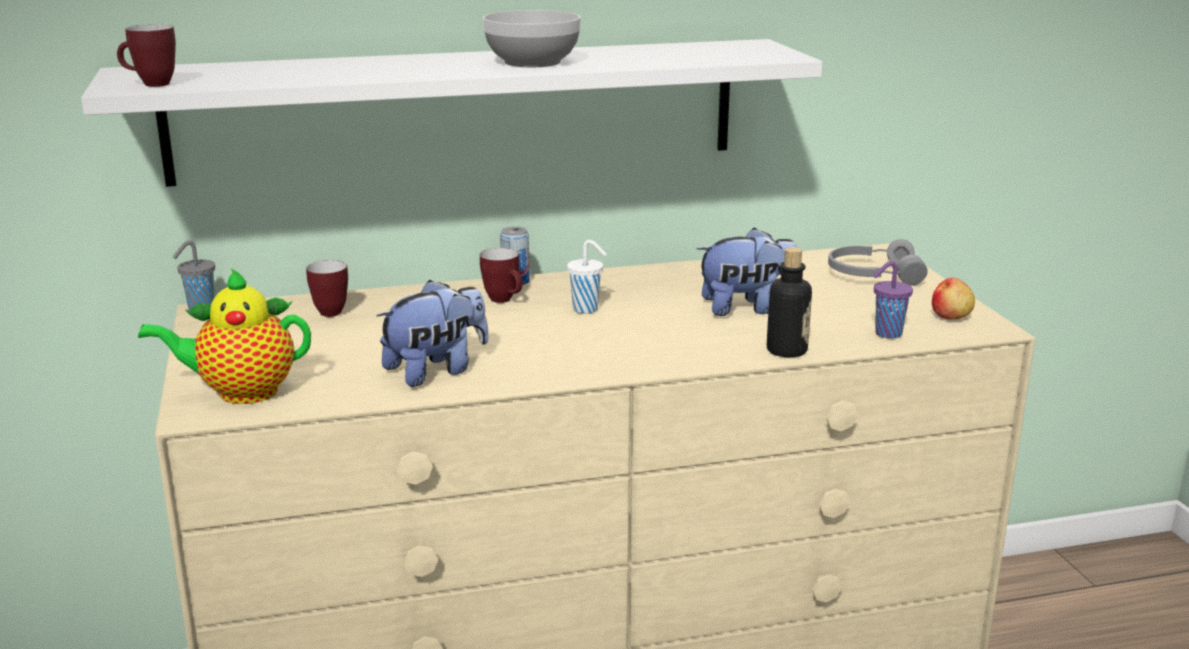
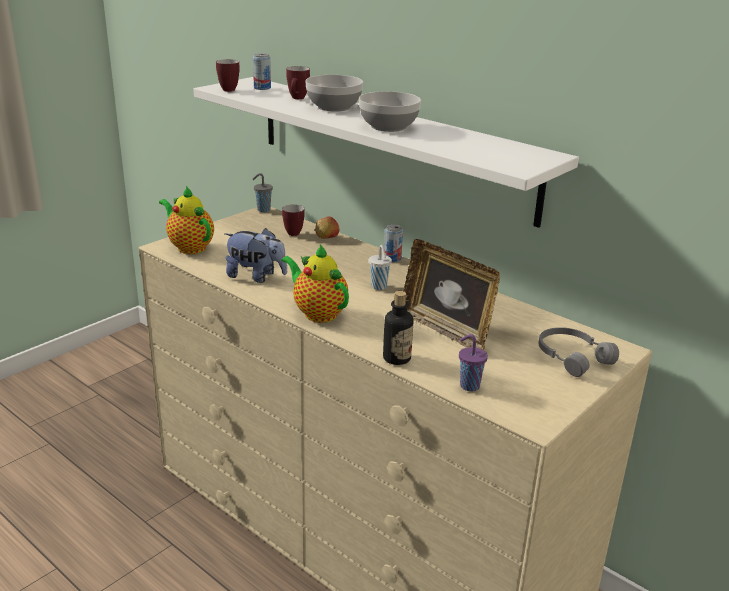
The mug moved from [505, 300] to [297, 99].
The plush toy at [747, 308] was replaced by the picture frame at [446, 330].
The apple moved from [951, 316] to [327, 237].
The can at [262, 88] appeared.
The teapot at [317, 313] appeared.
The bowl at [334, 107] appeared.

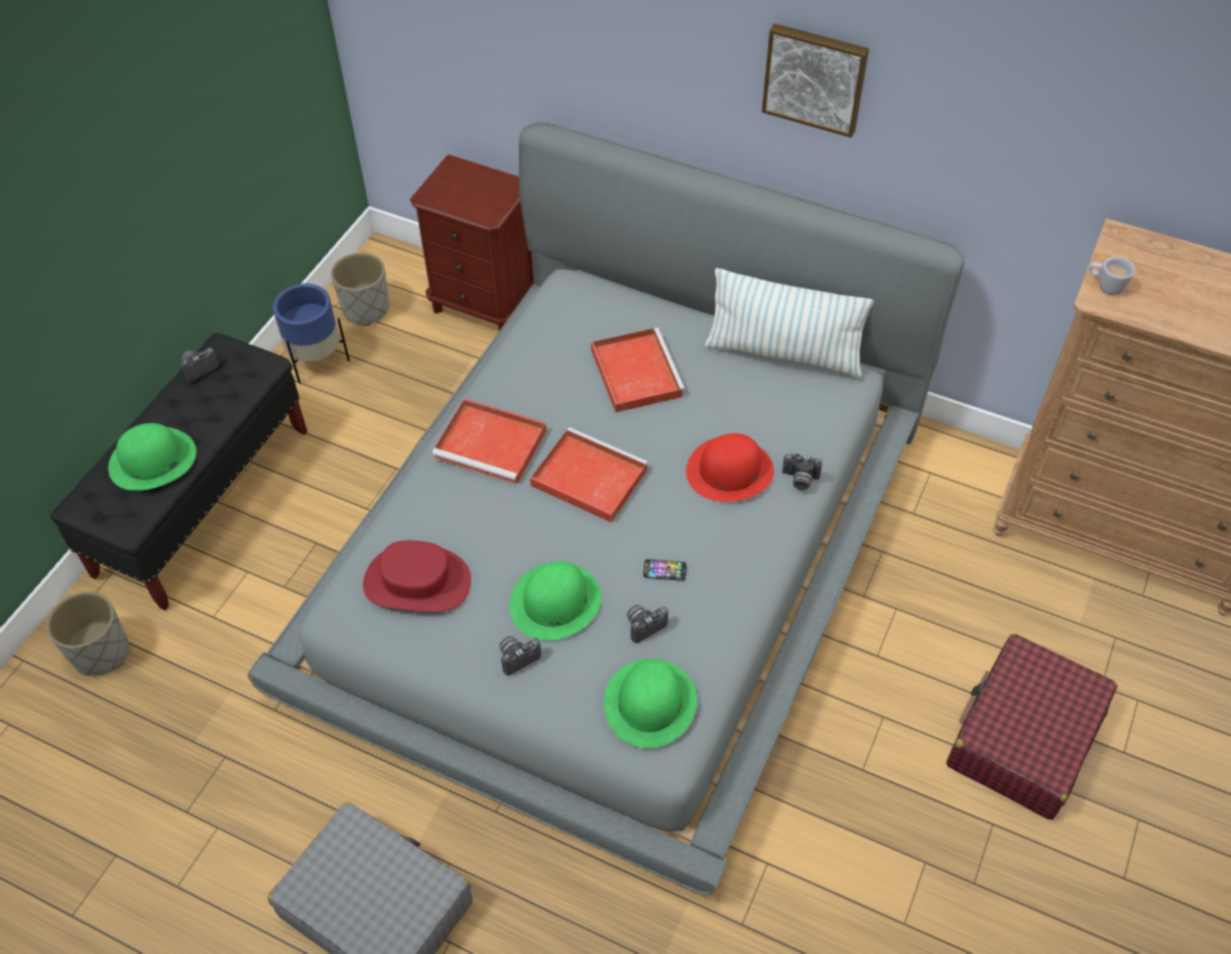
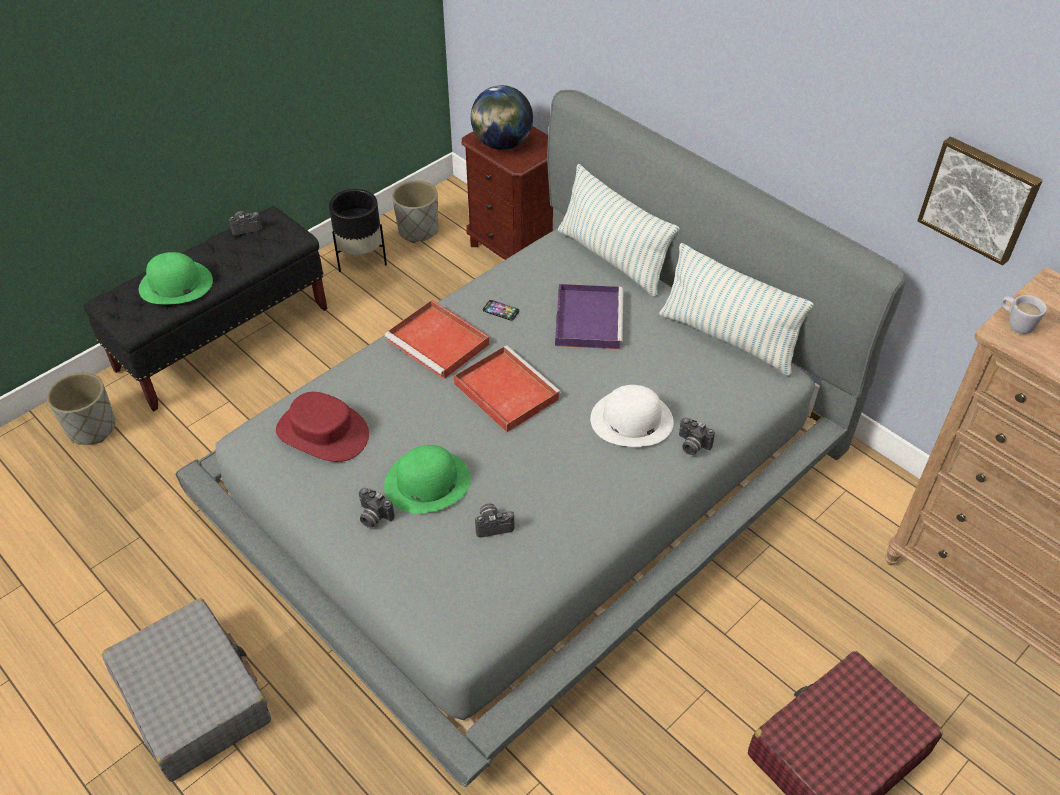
The blue planter at [317, 361] became the black planter at [361, 259].
The photo camera at [517, 657] turned 135 degrees counterclockwise.
The red tray at [635, 371] became the purple tray at [588, 318].
The green hat at [650, 702] disappeared.
The phone moved from [664, 570] to [501, 311].
The red hat at [729, 471] became the white hat at [631, 420].
The picture moved from [815, 78] to [979, 198].
The globe at [502, 144] appeared.
The pillow at [612, 258] appeared.

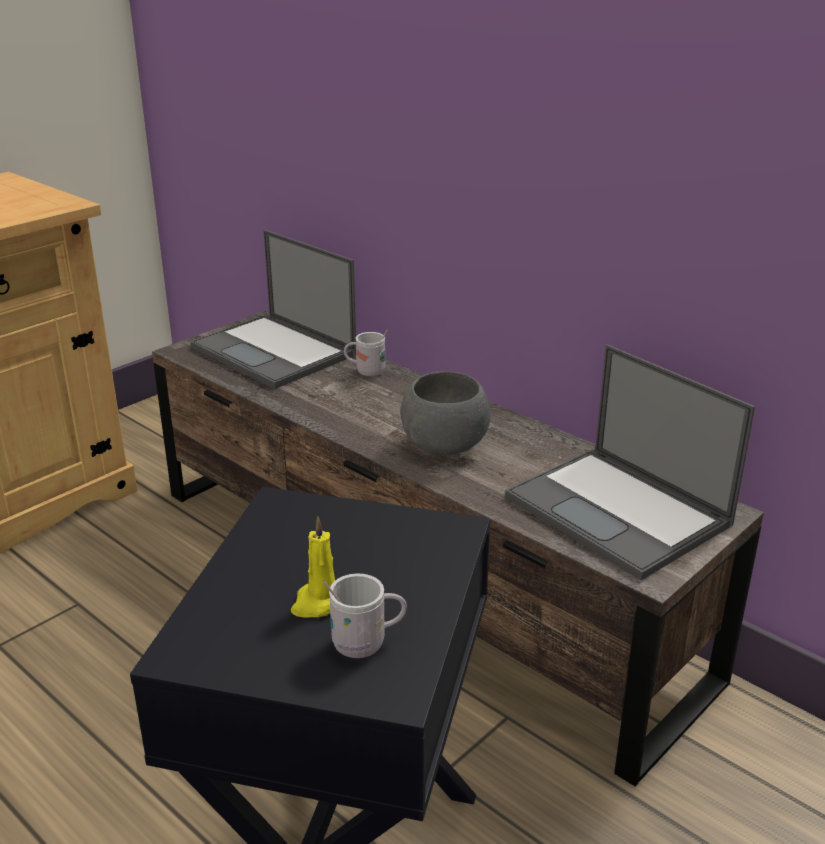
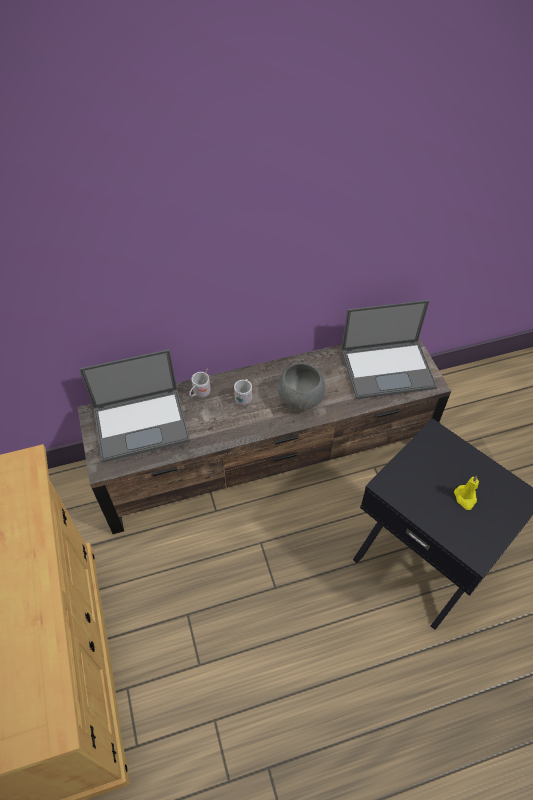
The white mug moved from [367, 643] to [244, 398].

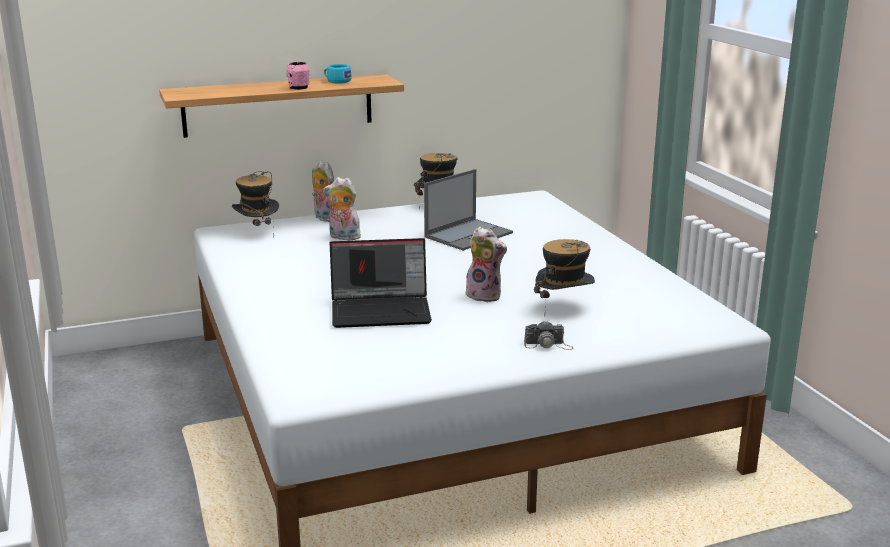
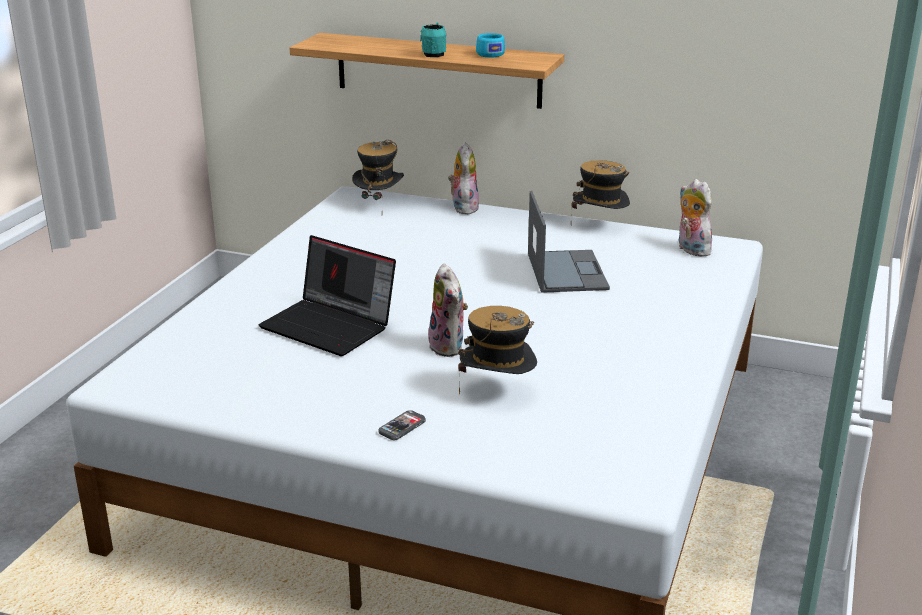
The pink mug at [297, 87] became the turquoise mug at [434, 54].
The plush toy moved from [343, 237] to [691, 250].
The laptop at [469, 235] turned 90 degrees counterclockwise.
The photo camera at [548, 345] was replaced by the phone at [402, 427].

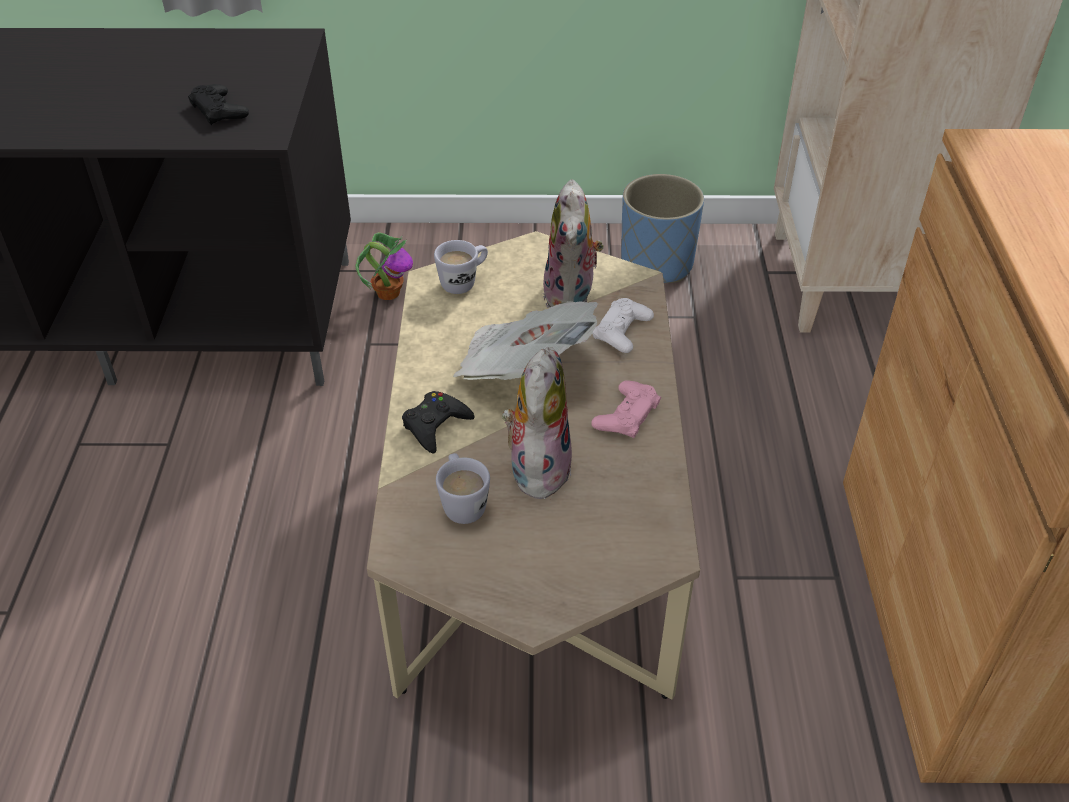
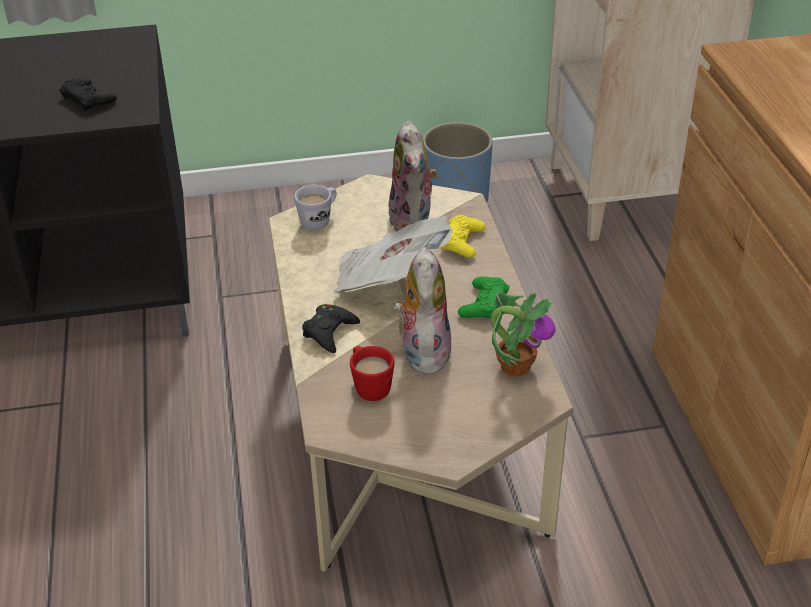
The potted plant moved from [388, 292] to [515, 365].
The white mug at [462, 503] became the red mug at [369, 386].
The pink game controller at [626, 415] became the green game controller at [483, 304].
The white game controller at [622, 331] became the yellow game controller at [462, 241].

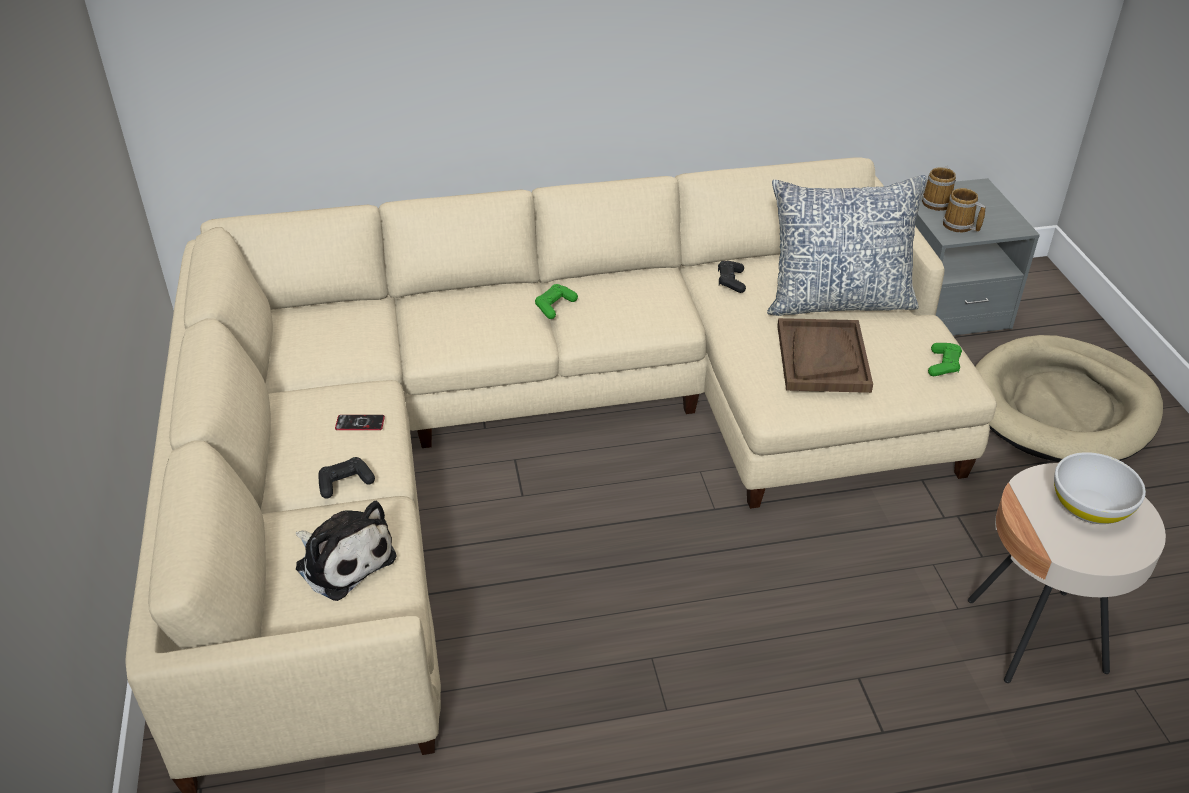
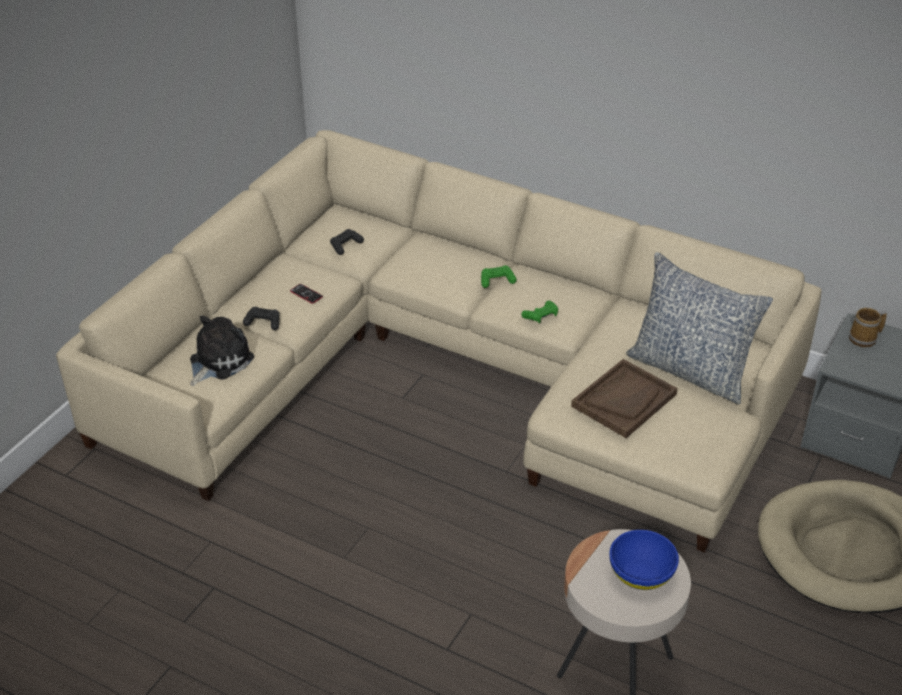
The plush toy at [343, 560] turned 135 degrees counterclockwise.
The black game controller moved from [731, 281] to [345, 245].
The green game controller moved from [943, 365] to [541, 316].
The mug at [959, 226] disappeared.
The white bowl at [1090, 506] became the blue bowl at [641, 574].

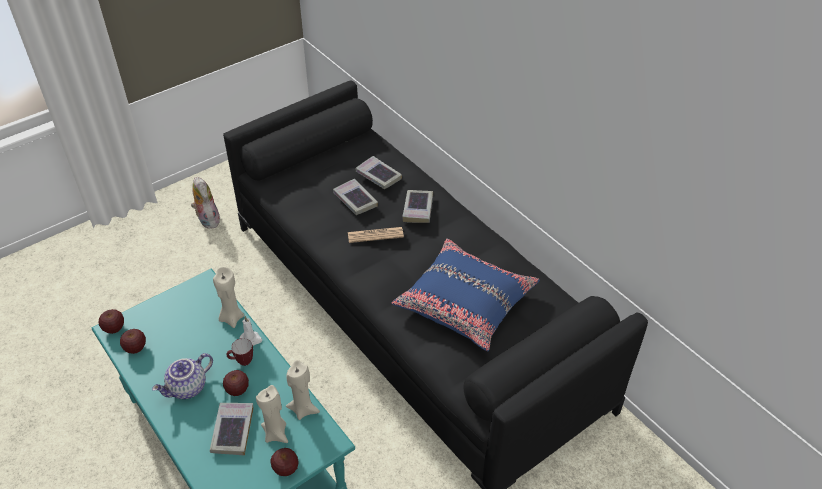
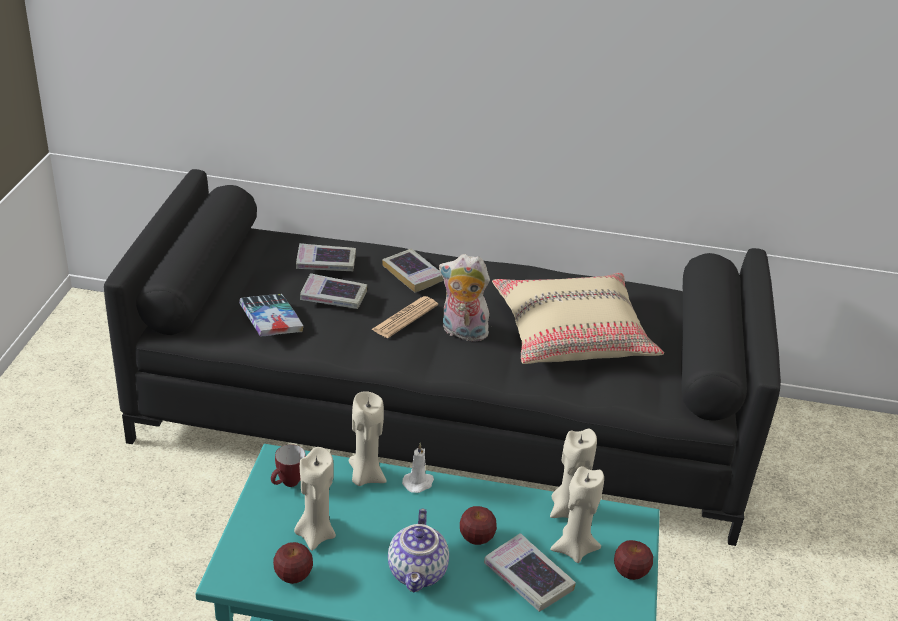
The apple at [114, 328] disappeared.
The plush toy moved from [207, 220] to [462, 333].
The mug moved from [242, 362] to [287, 484].
The blue pillow at [465, 302] became the beige pillow at [572, 333].
The book at [271, 320] appeared.
The beige candle at [315, 534] appeared.

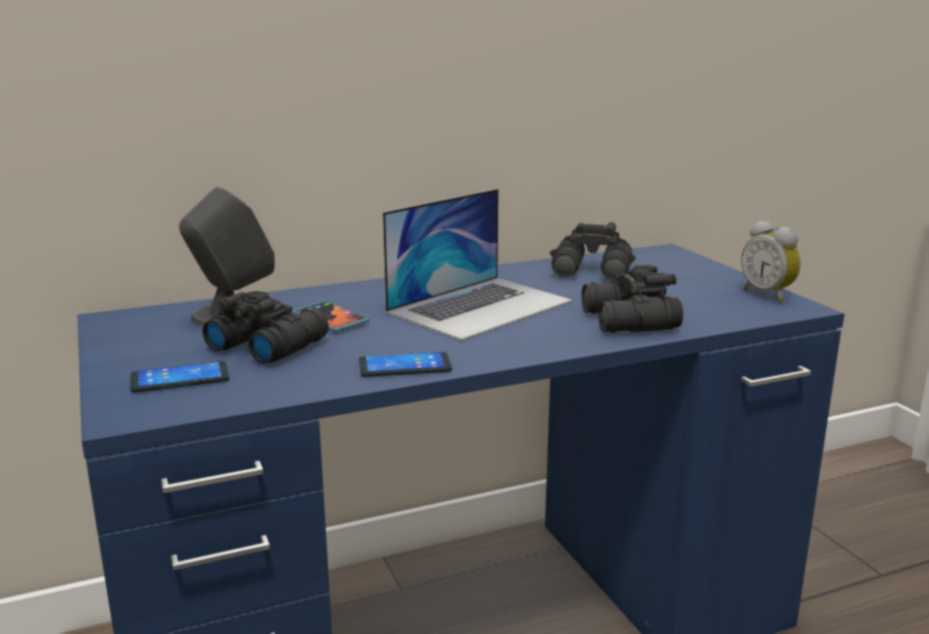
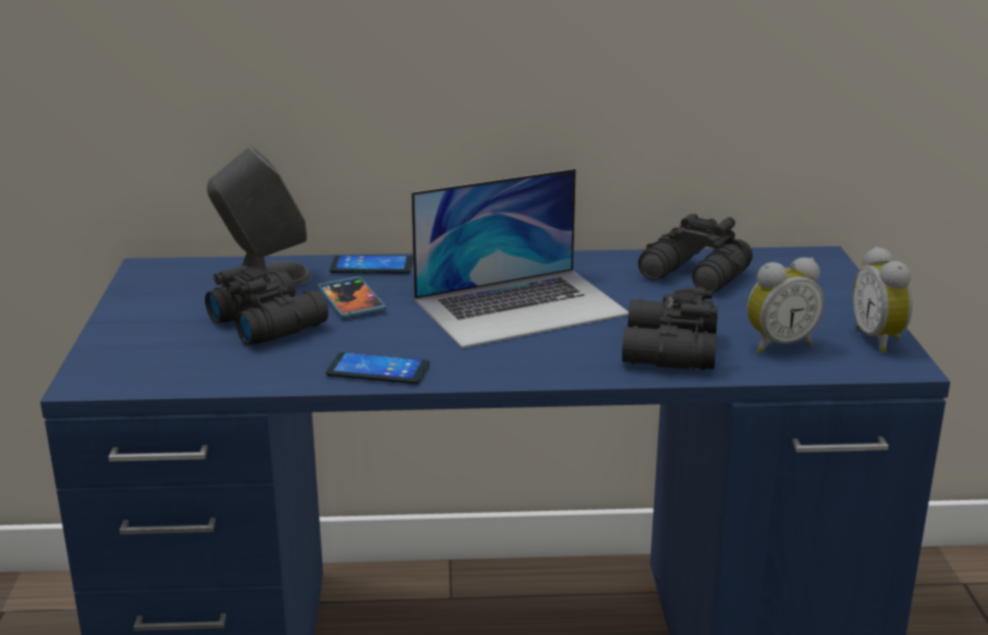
The phone moved from [180, 378] to [371, 266].
The alarm clock at [778, 344] appeared.

